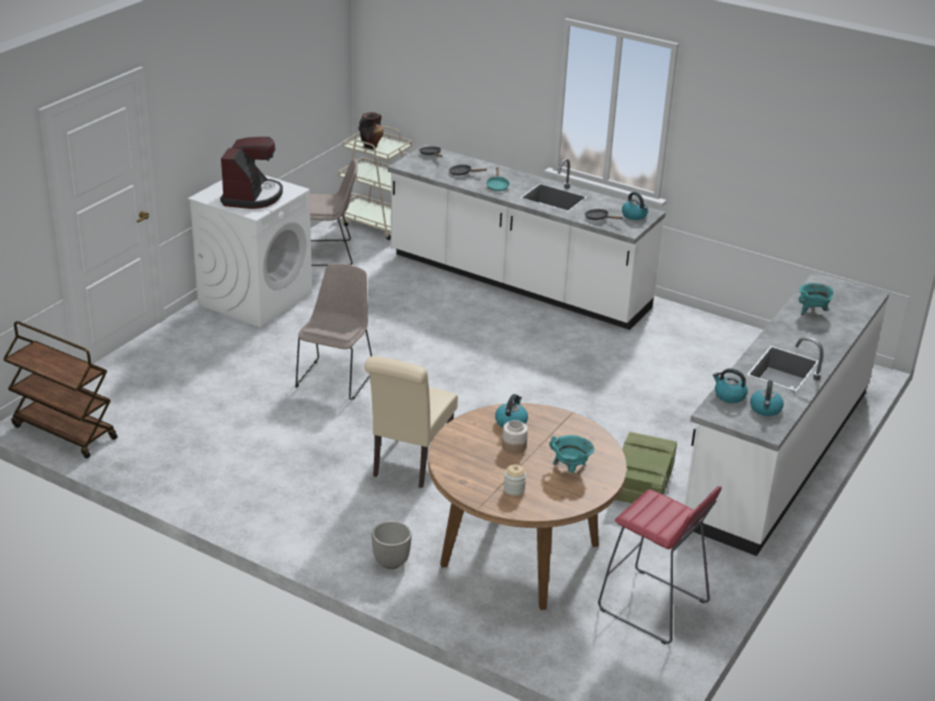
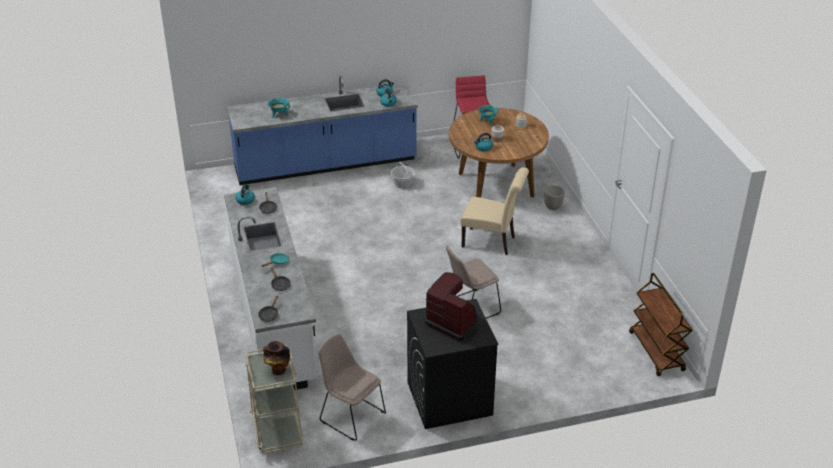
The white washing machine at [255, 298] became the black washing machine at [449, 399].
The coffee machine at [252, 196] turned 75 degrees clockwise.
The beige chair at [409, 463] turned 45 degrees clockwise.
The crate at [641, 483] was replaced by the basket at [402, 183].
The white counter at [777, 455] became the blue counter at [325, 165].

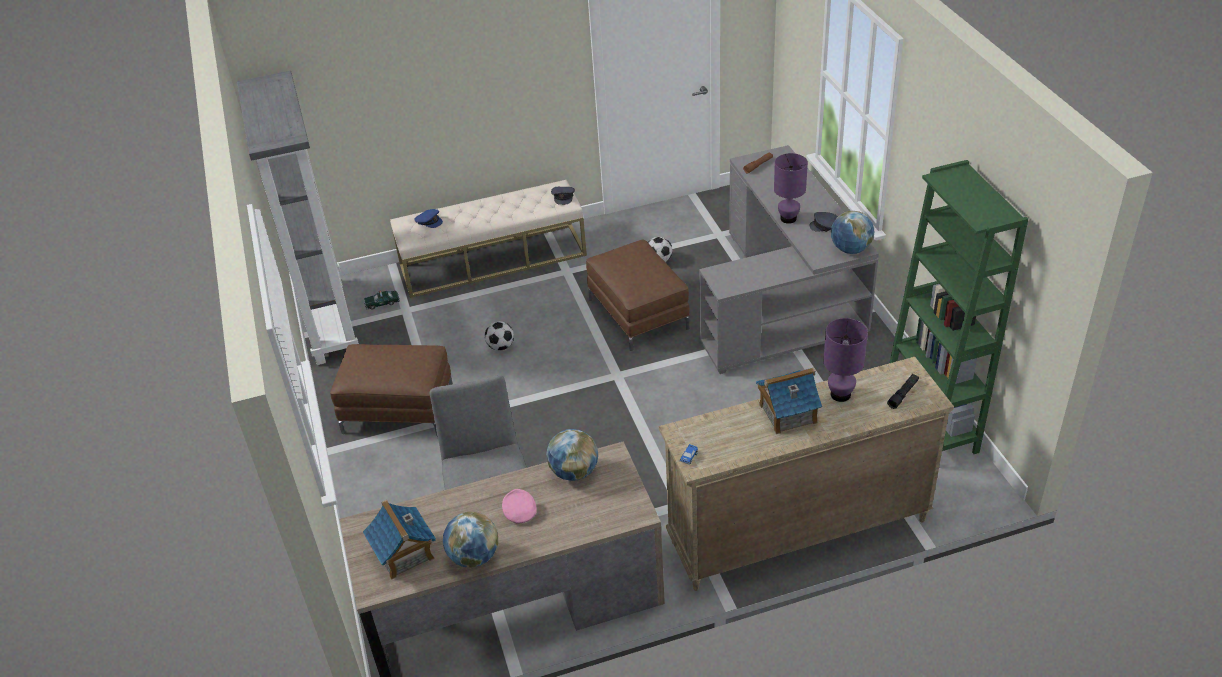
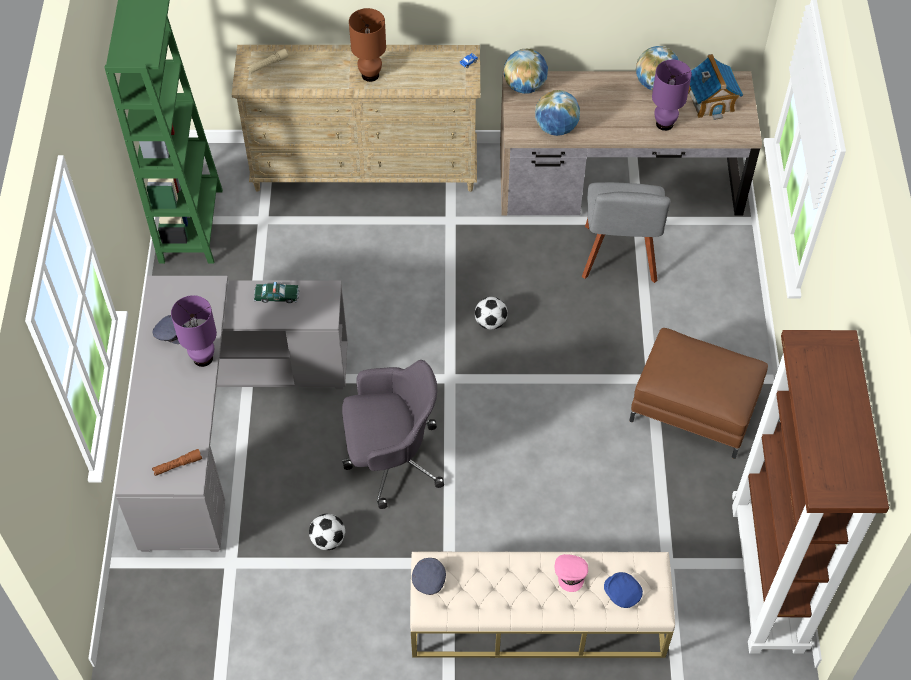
The grey bookcase at [328, 321] became the brown bookcase at [768, 578].
The toy car moved from [382, 303] to [277, 296].
The football moved from [501, 347] to [490, 322].
The pink cap moved from [519, 511] to [571, 573].
The brown ottoman at [638, 313] was replaced by the grey office chair at [391, 459].
The toy house at [787, 413] was replaced by the brown table lamp at [370, 75].
The purple table lamp moved from [841, 394] to [664, 124].
The globe moved from [850, 249] to [525, 86].
The black flashlight at [903, 394] became the beige flashlight at [268, 64].

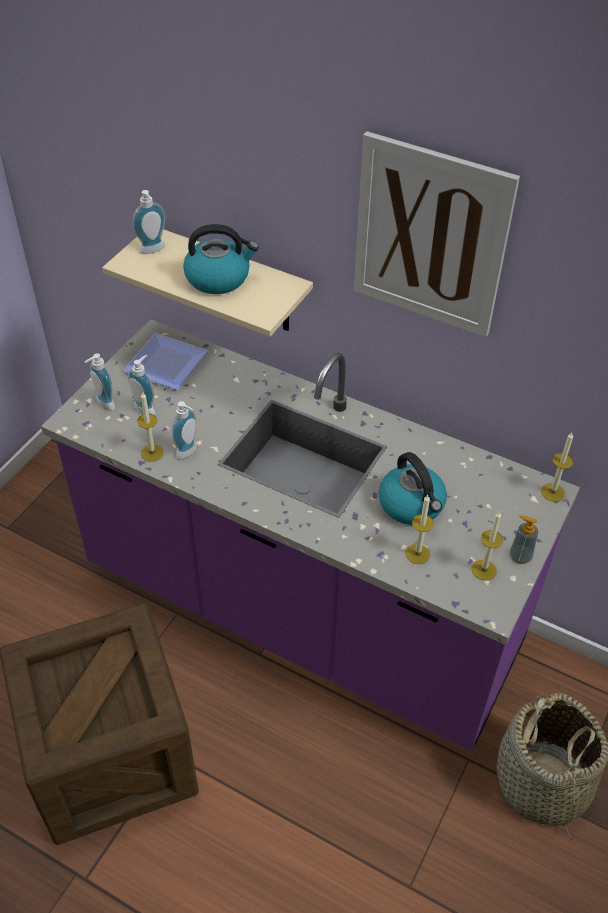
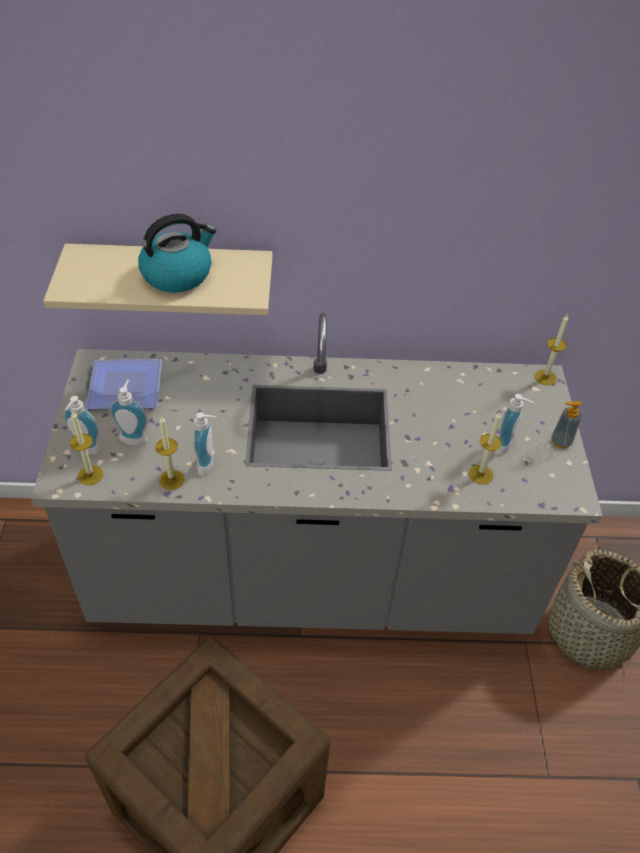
The purple counter at [301, 610] became the grey counter at [311, 578].
The soap dispenser moved from [153, 250] to [506, 446].
The picture at [430, 237] disappeared.
The kettle at [412, 505] disappeared.
The candle moved from [484, 570] to [90, 475].

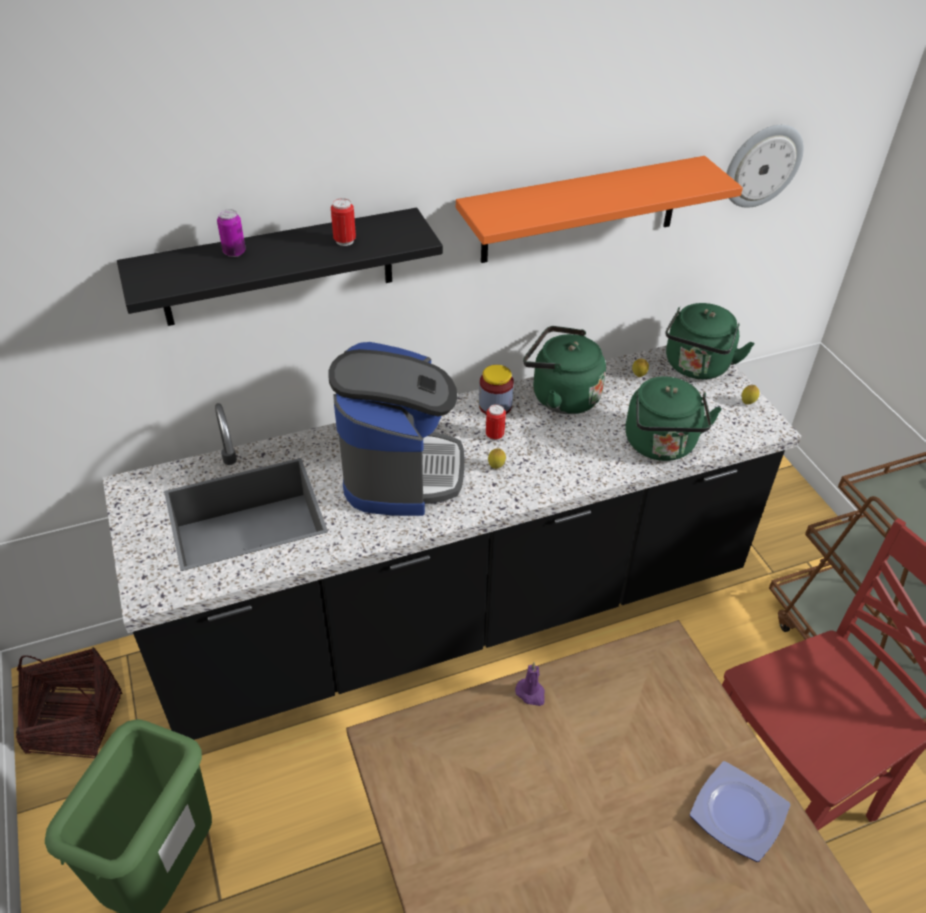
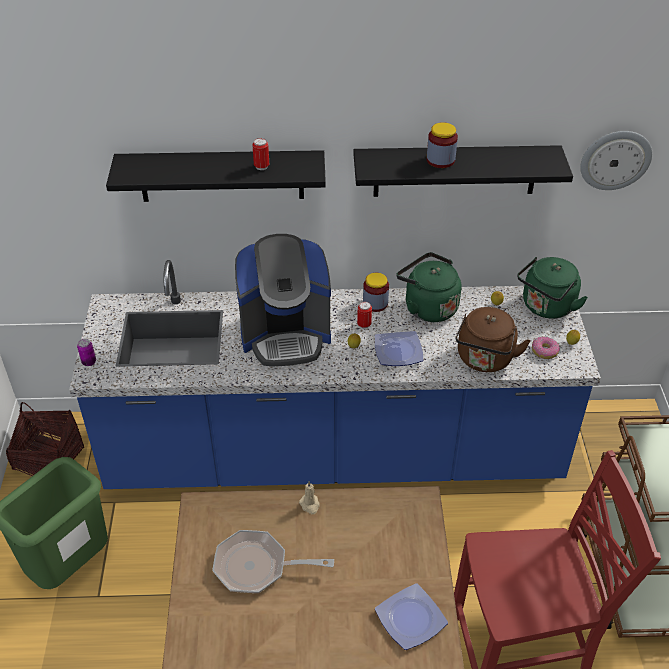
The black counter at [459, 612] became the blue counter at [334, 455].
The can moved from [234, 252] to [89, 362].
The coffee machine at [400, 471] turned 60 degrees clockwise.
The orange shelf at [581, 210] became the black shelf at [455, 171].
The purple candle at [531, 693] became the beige candle at [310, 505].
The green kettle at [661, 446] became the brown kettle at [484, 360].
The frying pan at [257, 567] appeared.
The plate at [399, 350] appeared.
The jar at [440, 160] appeared.
The donut at [544, 351] appeared.

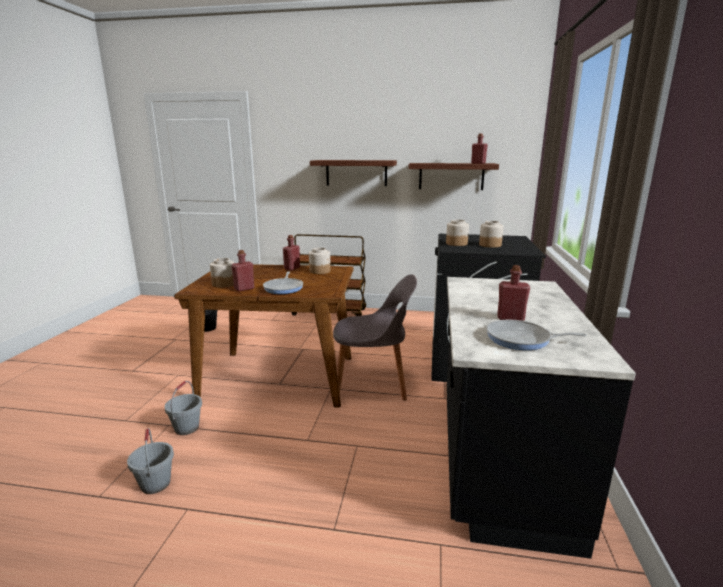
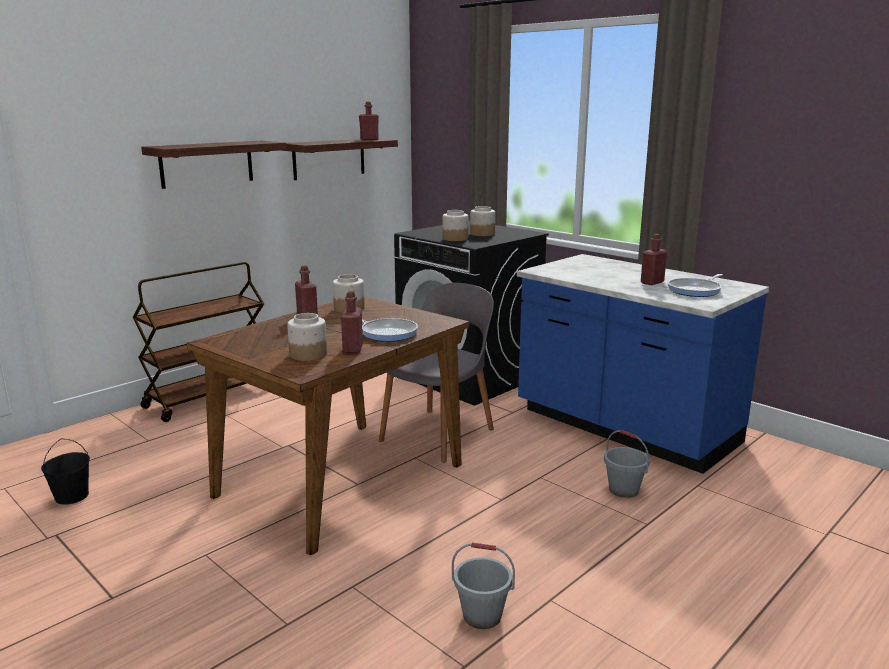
The grey bucket moved from [187, 428] to [624, 490].
The black counter at [498, 461] became the blue counter at [625, 428].

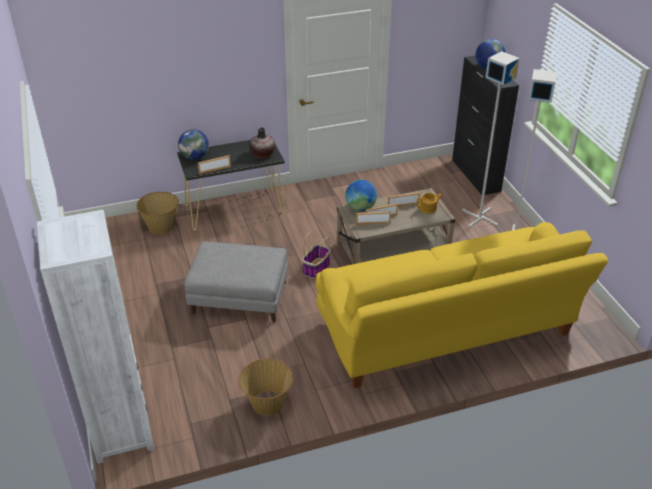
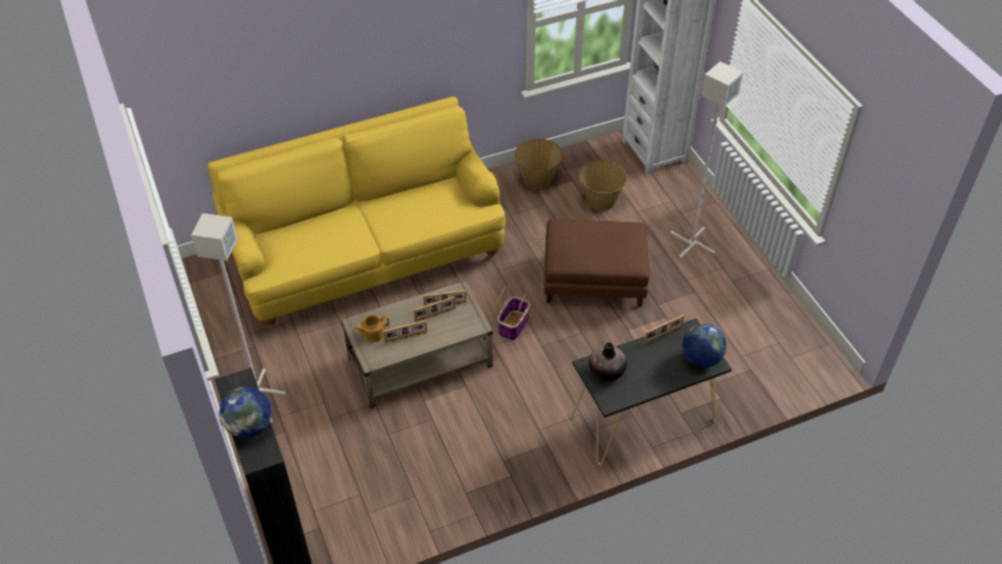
The basket moved from [161, 227] to [600, 201].
The grey ottoman at [238, 298] became the brown ottoman at [595, 280].
The globe at [360, 208] disappeared.
The grey floor lamp moved from [479, 217] to [692, 243].

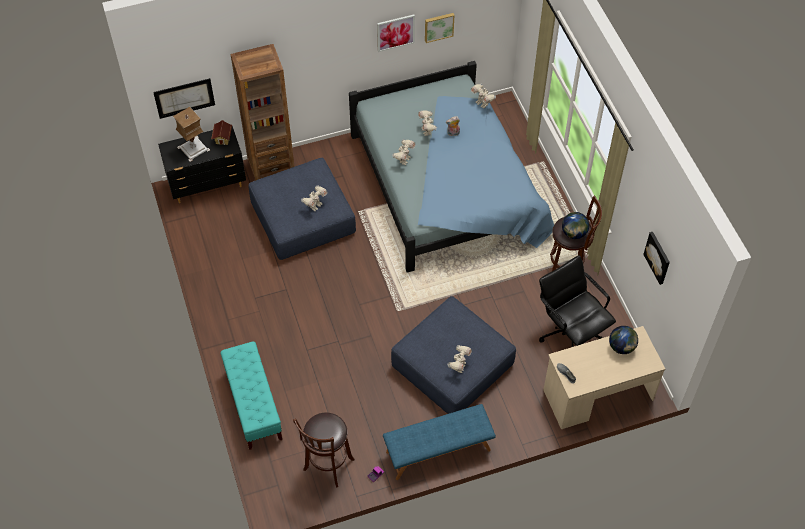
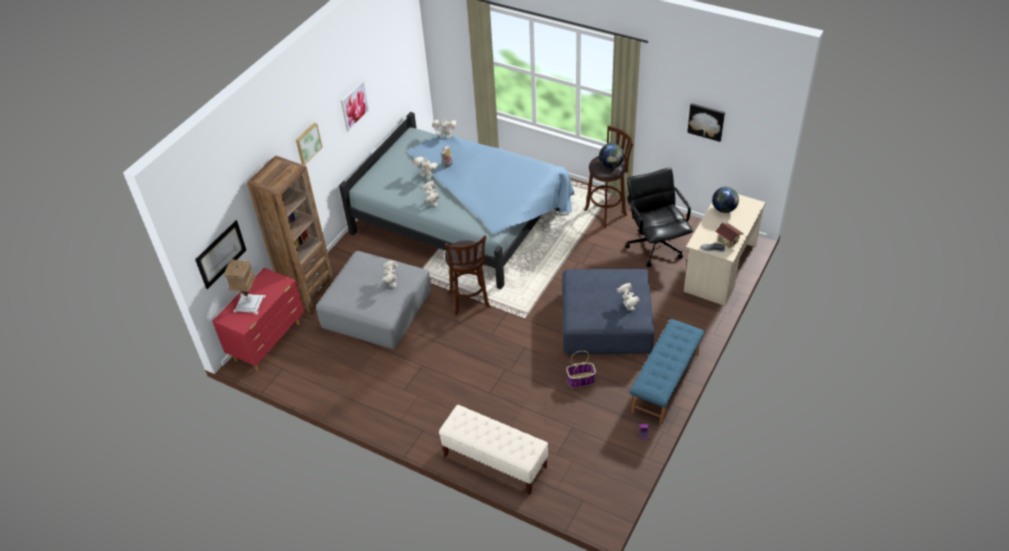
The black dresser at [208, 185] became the red dresser at [269, 342].
The toy house moved from [223, 138] to [728, 240].
The turquoise bench at [253, 405] became the beige bench at [495, 462].
The blue ottoman at [303, 217] became the grey ottoman at [376, 310].
The brown stool moved from [327, 467] to [470, 302].
The picture moved from [438, 26] to [307, 143].
The black office chair at [570, 332] turned 60 degrees clockwise.
The basket at [580, 380] appeared.

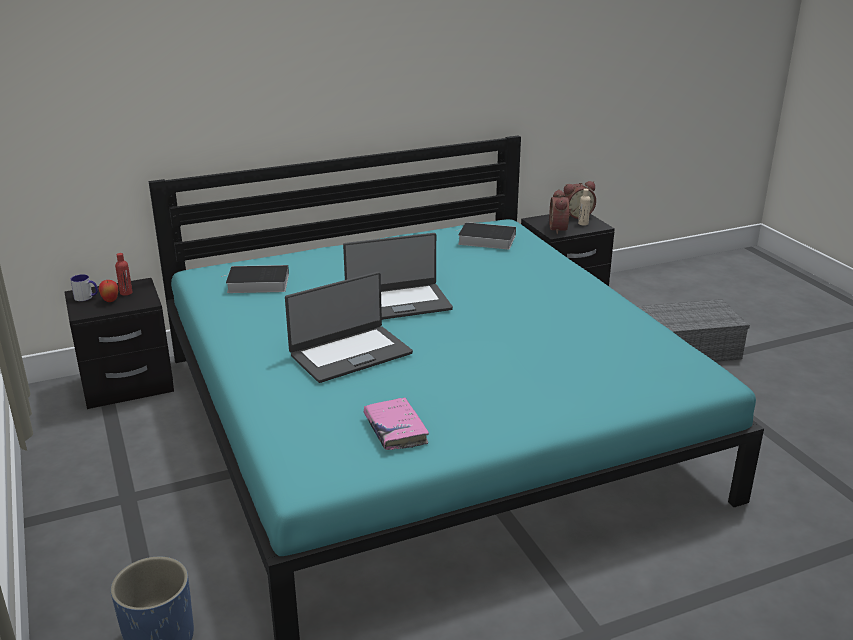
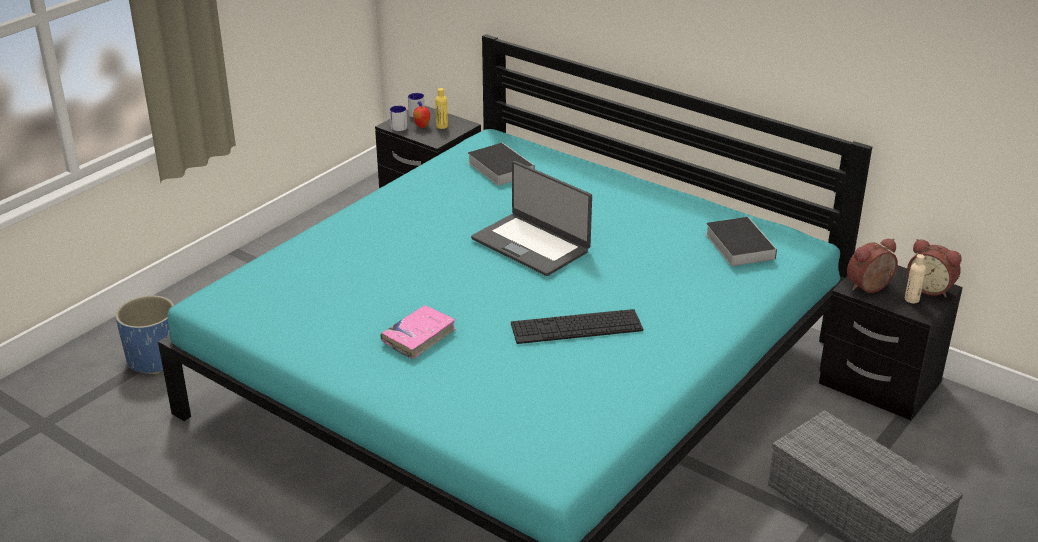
The red bottle at [126, 293] became the yellow bottle at [442, 126].
The laptop at [350, 353] disappeared.
The pink book moved from [395, 430] to [419, 337].
The mug at [399, 126] appeared.
The keyboard at [576, 327] appeared.

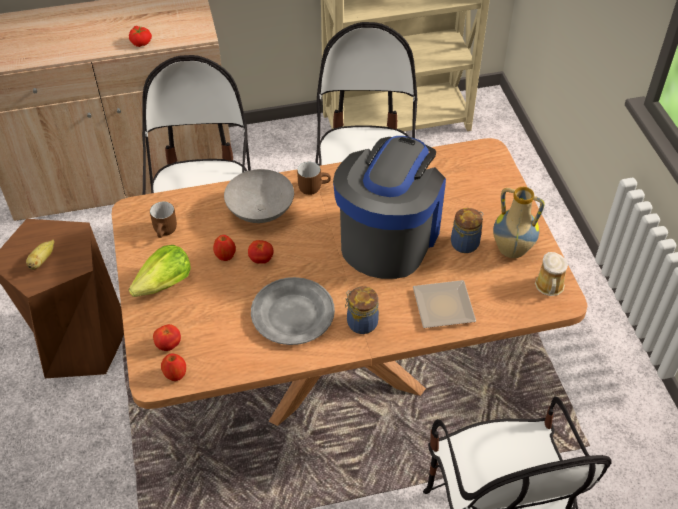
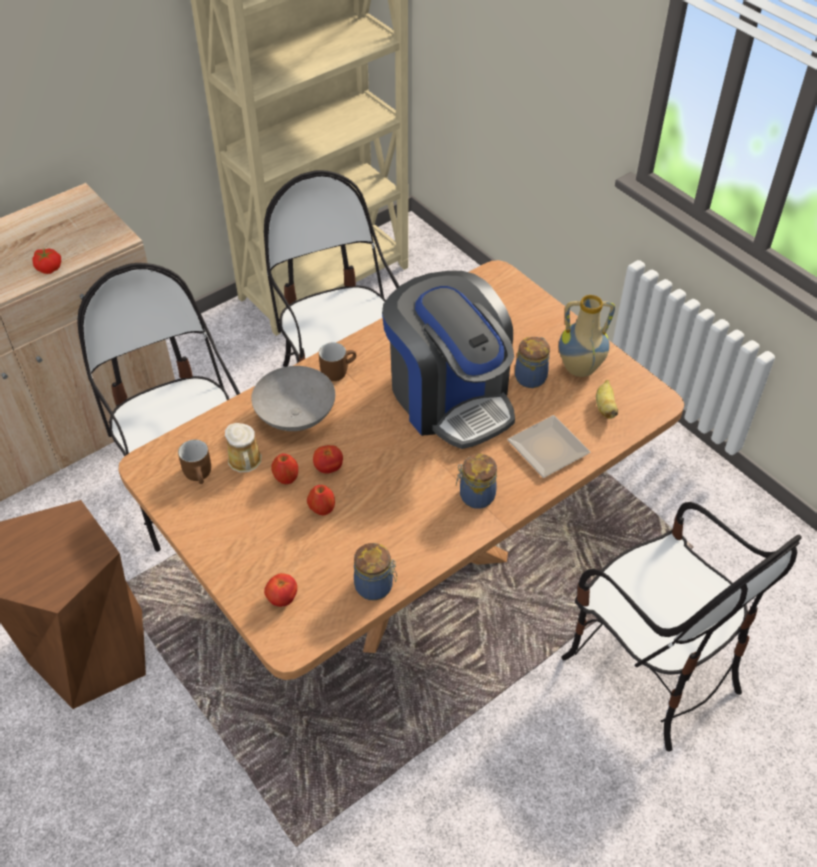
The banana moved from [42, 260] to [605, 407].
The lettuce at [165, 284] disappeared.
The apple moved from [175, 375] to [322, 509].
The grey plate at [292, 314] disappeared.
The coffee machine at [389, 237] turned 150 degrees clockwise.
The mug moved from [549, 287] to [245, 462].
The jar at [375, 586] appeared.

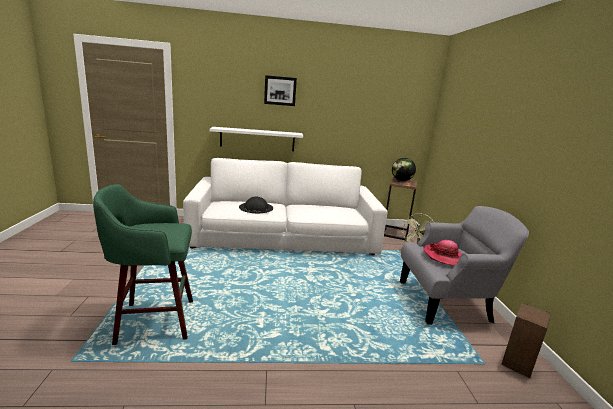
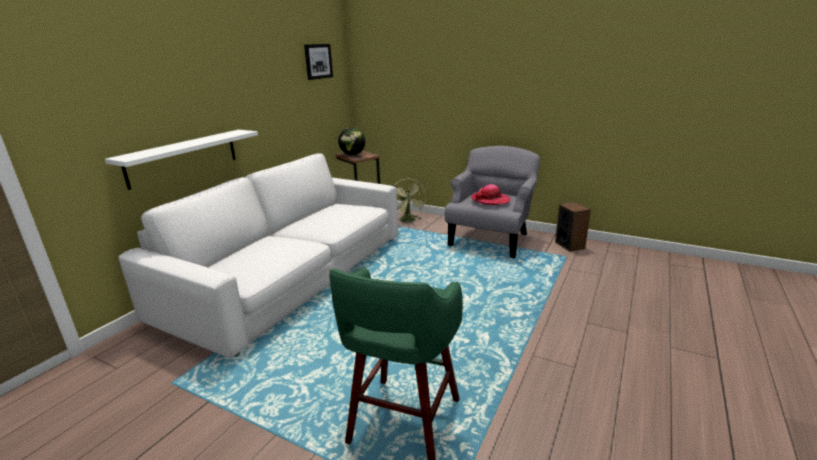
The black hat at [256, 207] disappeared.
The picture moved from [280, 91] to [318, 61].

